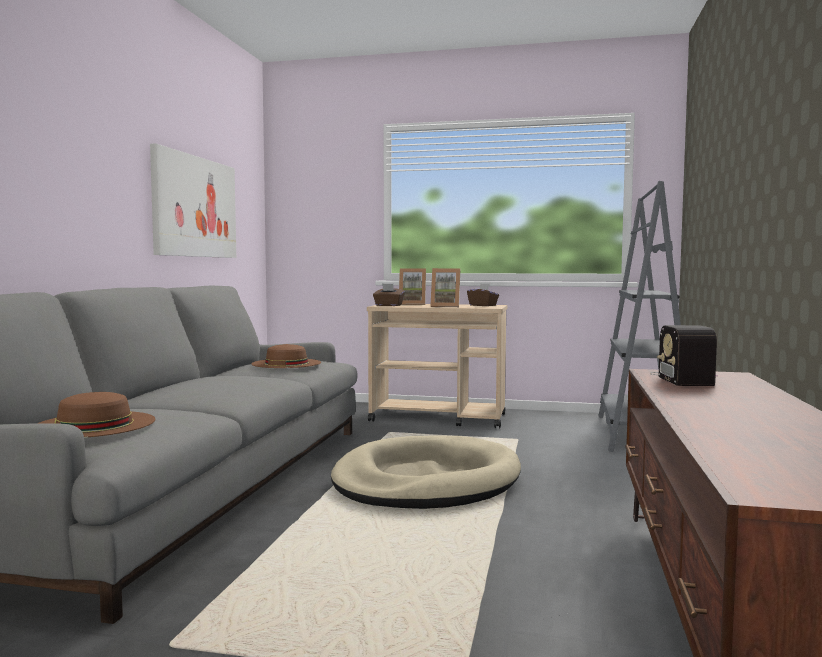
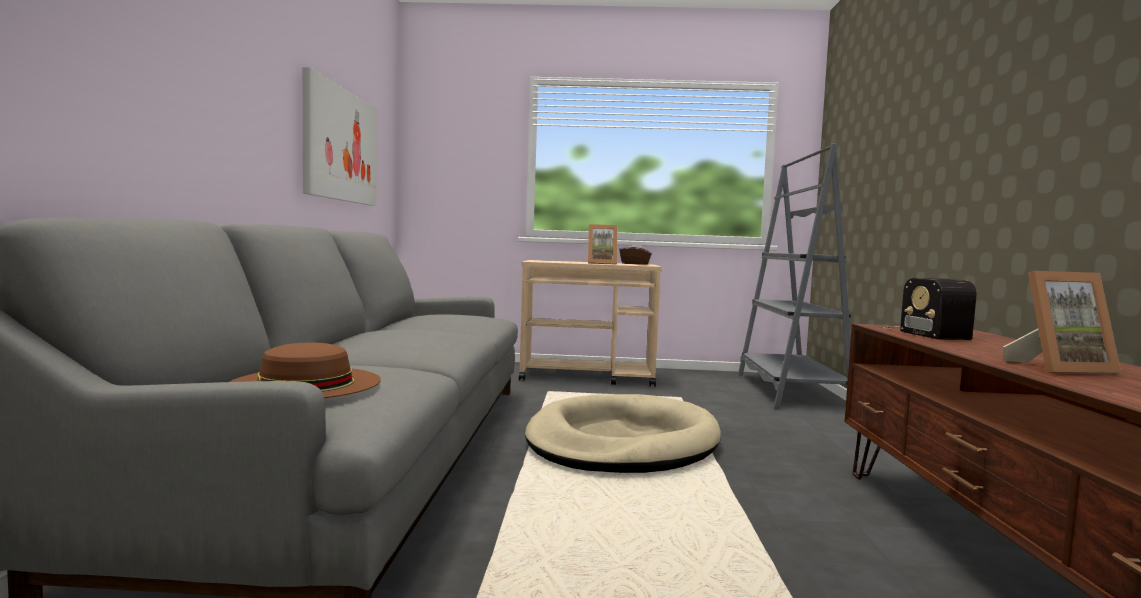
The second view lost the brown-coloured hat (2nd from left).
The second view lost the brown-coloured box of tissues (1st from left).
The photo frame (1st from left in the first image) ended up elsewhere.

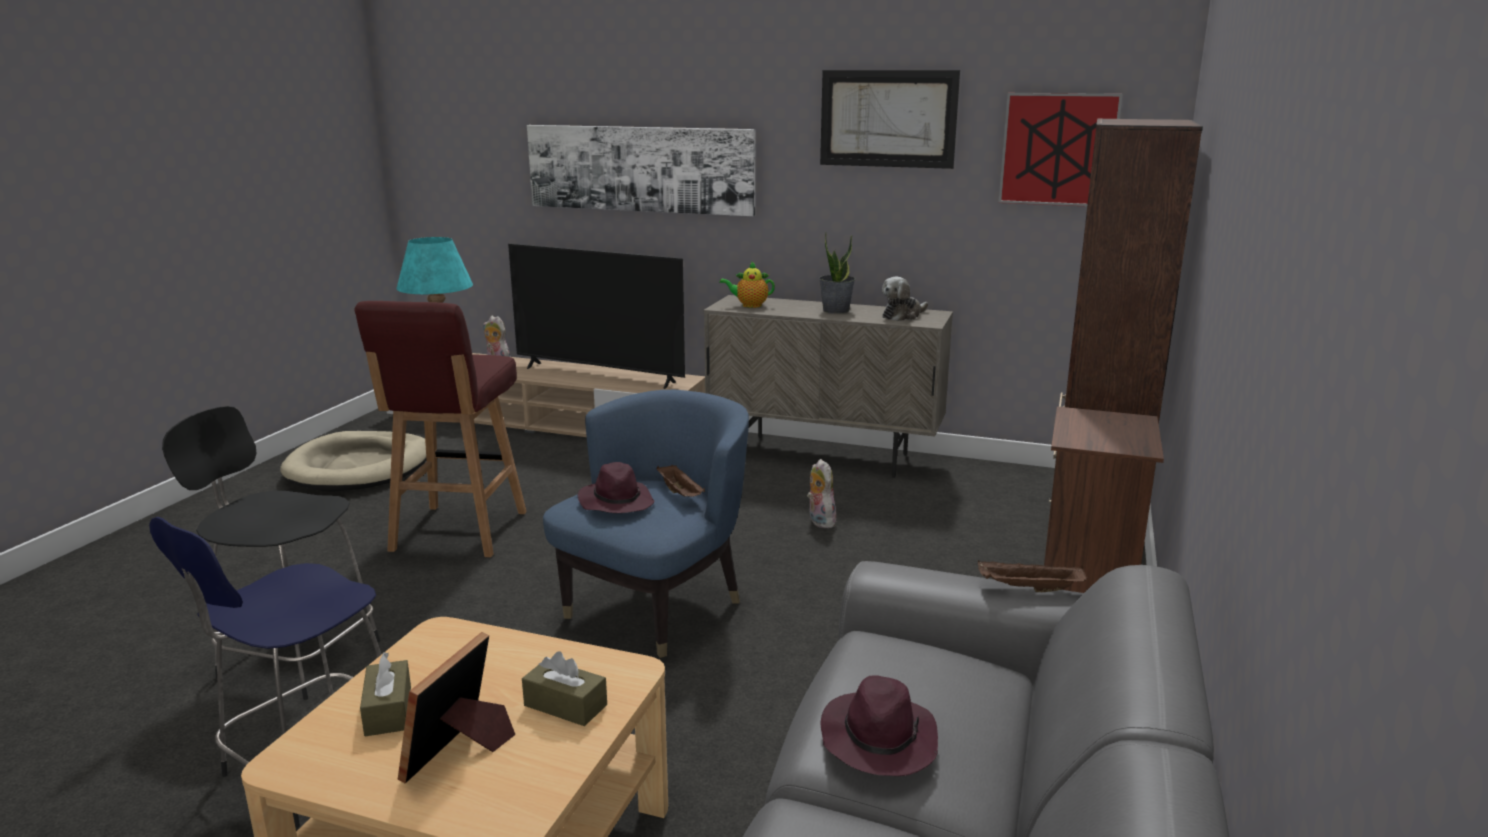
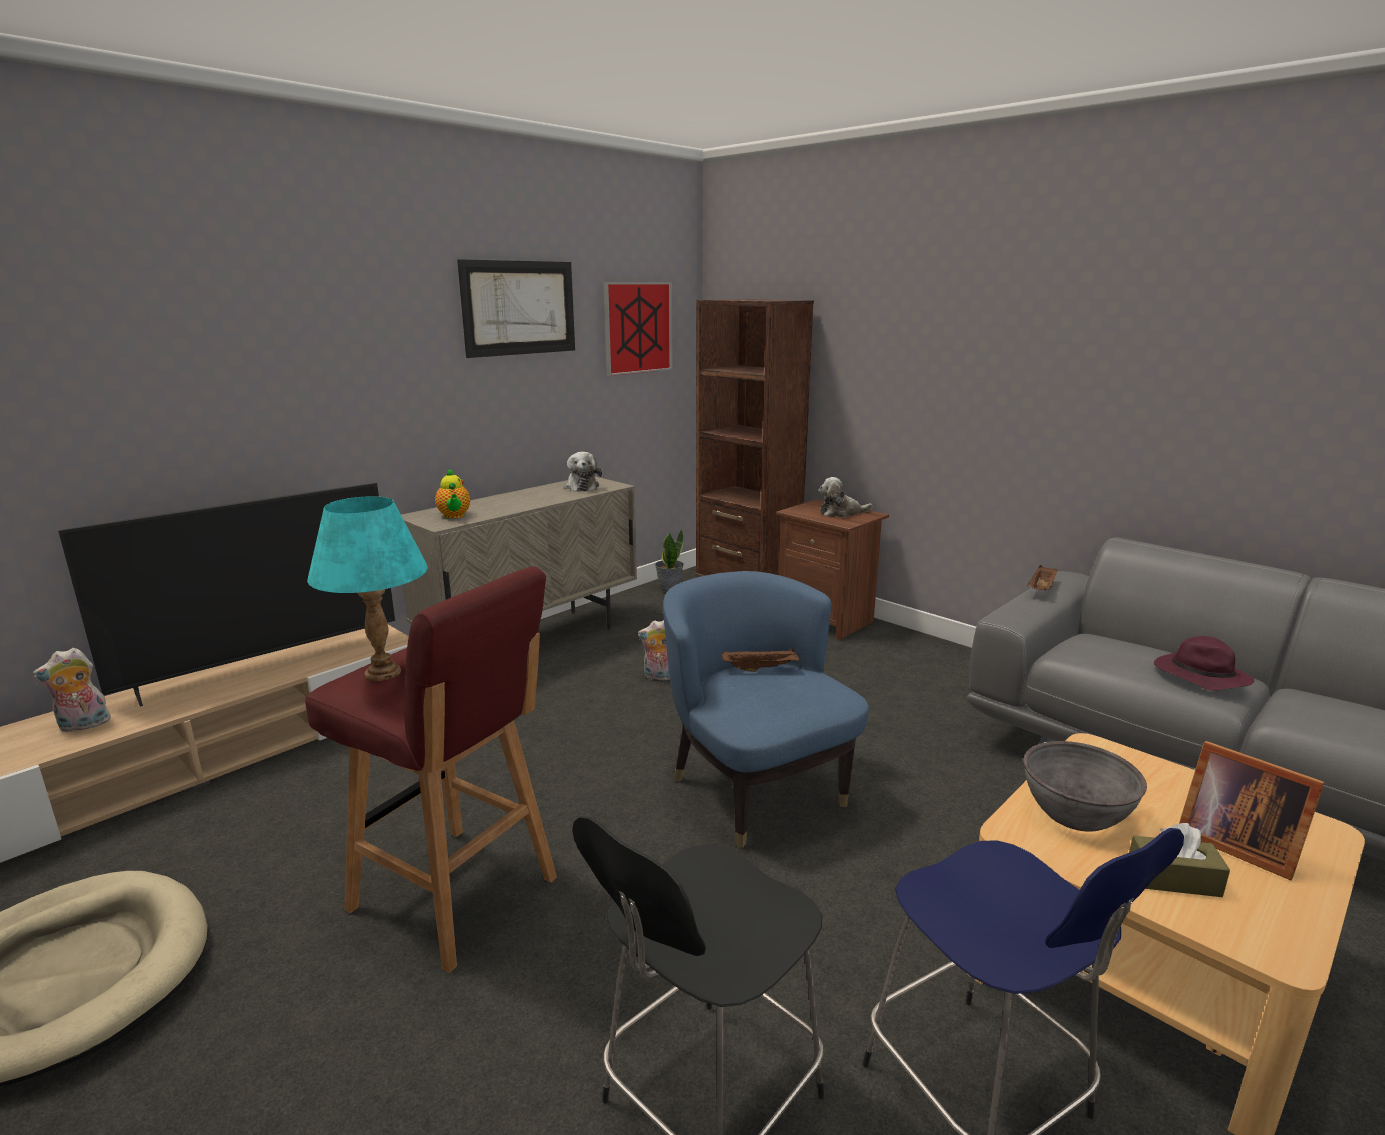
The second view lost the brown-coloured box of tissues (2nd from left).
The second view lost the picture (1st from left).
The second view lost the purplish hat (1st from left).
The second view gained the soft toy (4th from left).
The second view gained the greyish bowl.
The houseplant ended up elsewhere.
The tea pot ended up facing another way, 45 degrees counterclockwise from before.

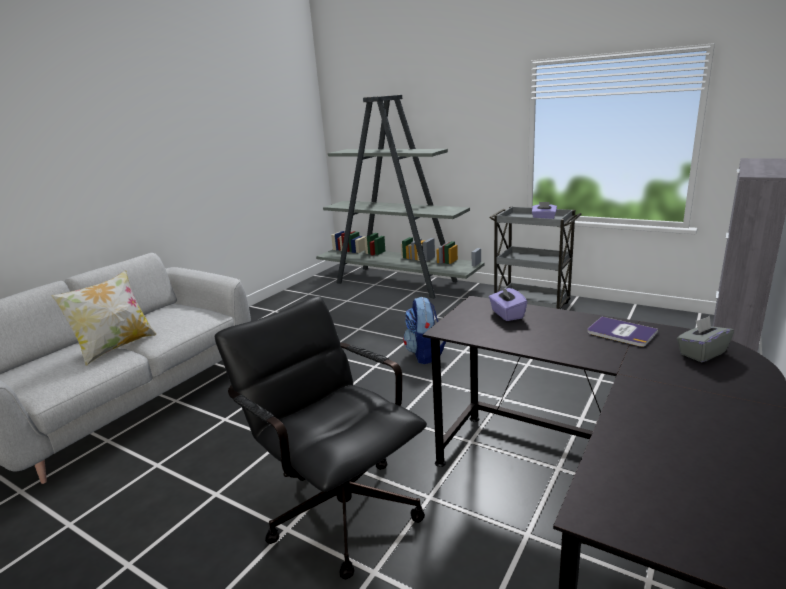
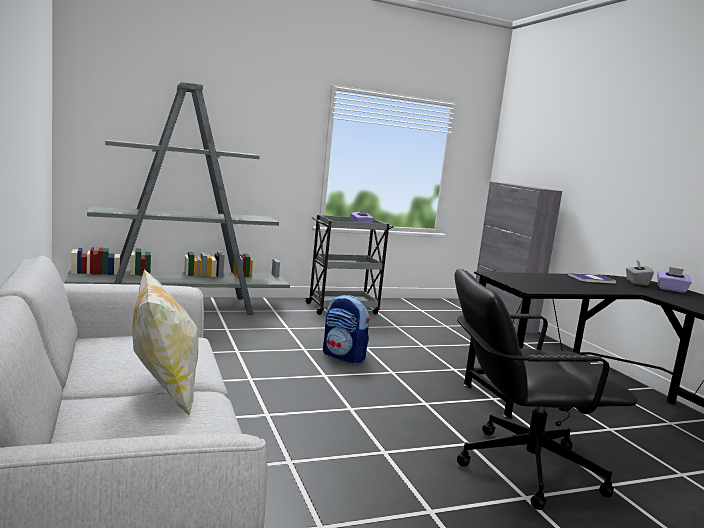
The purplish box of tissues (1st from left in the first image) ended up elsewhere.

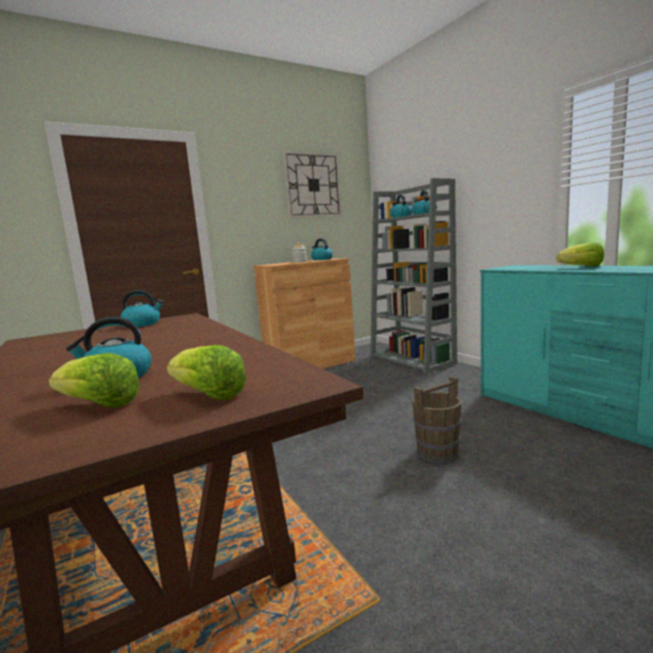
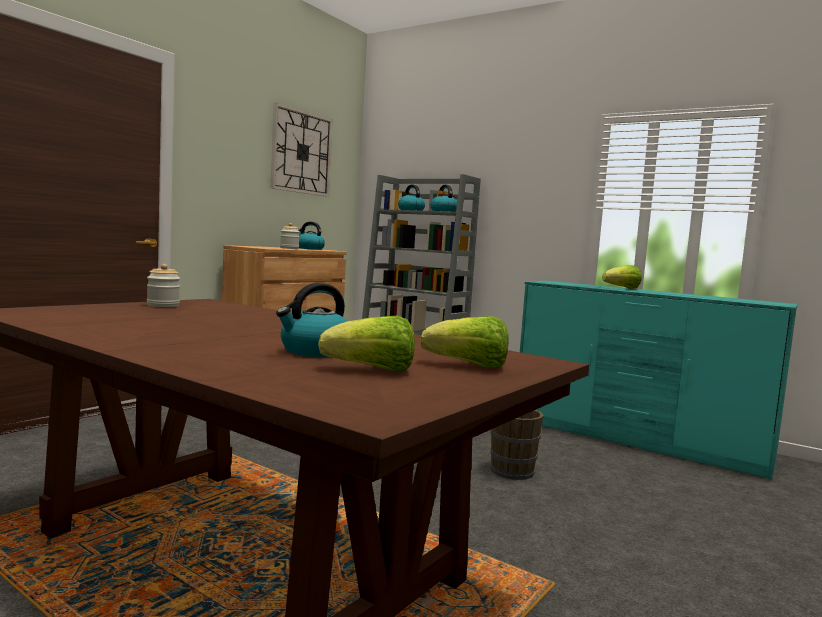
Where the water kettle (2nd from left) stood, the storage jar (1st from left) came to stand.

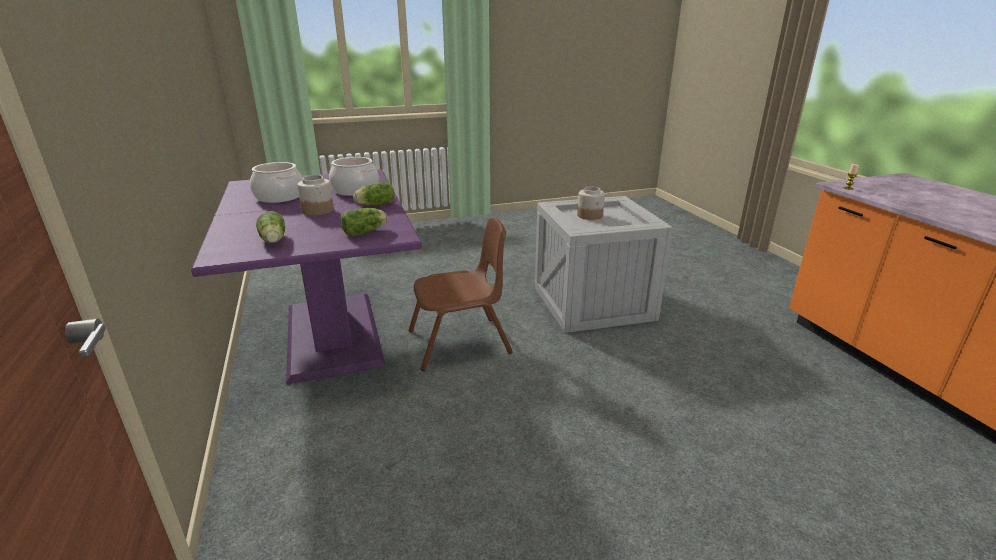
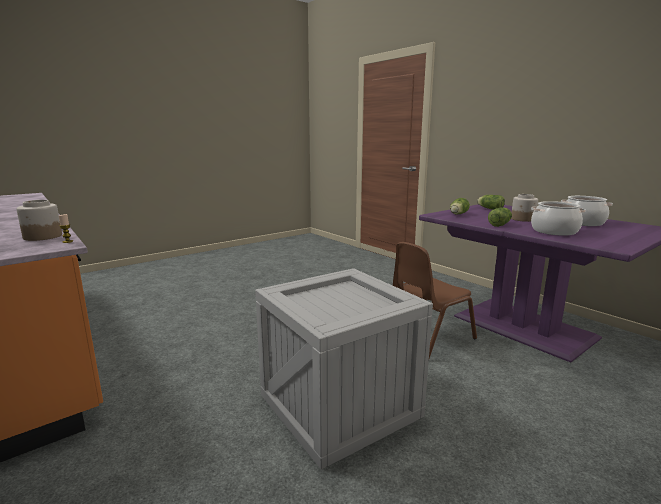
The storage jar (2nd from left in the first image) ended up elsewhere.

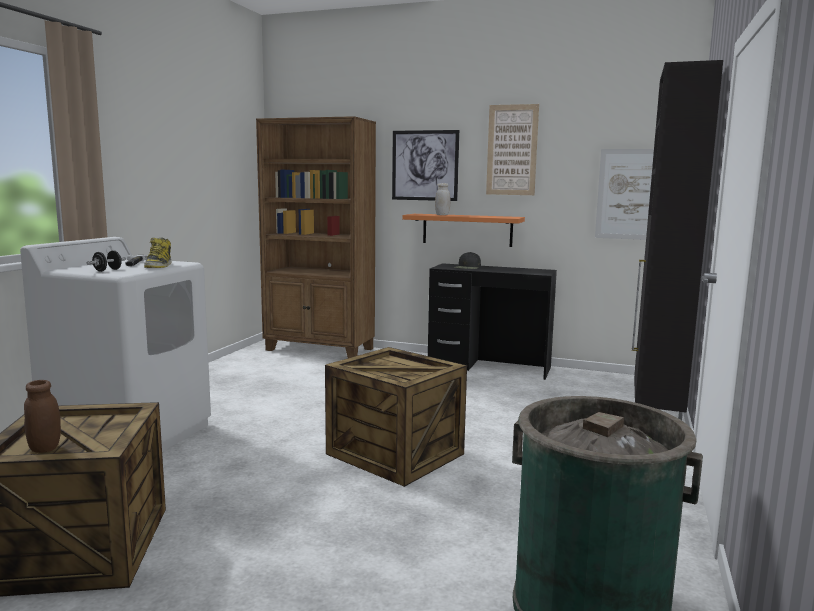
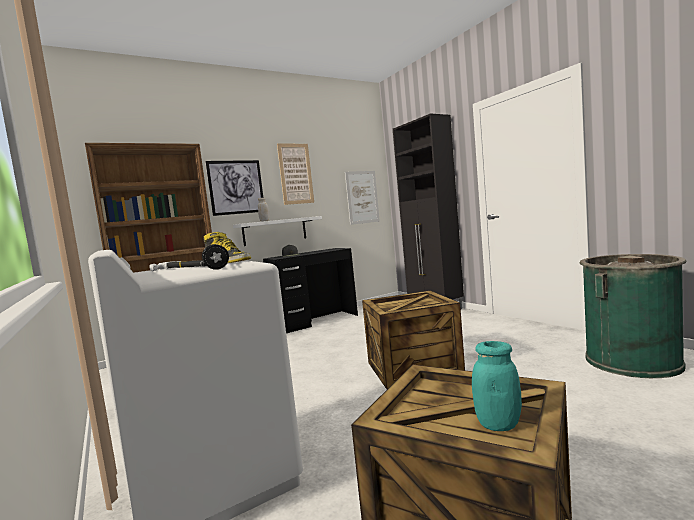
What was the brown-coloured storage jar turned into the blue-green storage jar.
What was the orangey bracket shelf turned into the white bracket shelf.

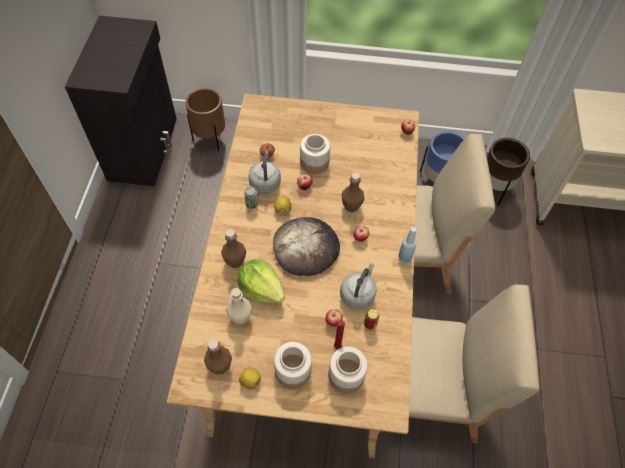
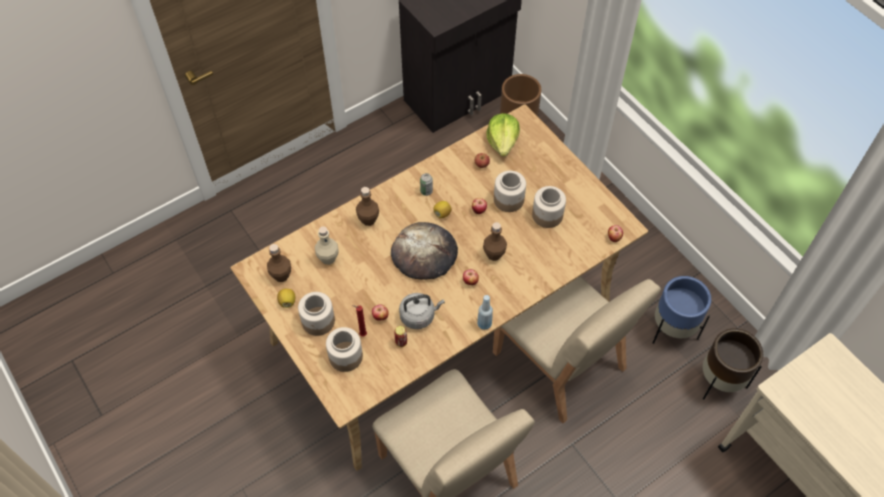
The second view lost the greyish water kettle (1st from left).
The second view gained the storage jar (4th from left).
The lettuce ended up elsewhere.

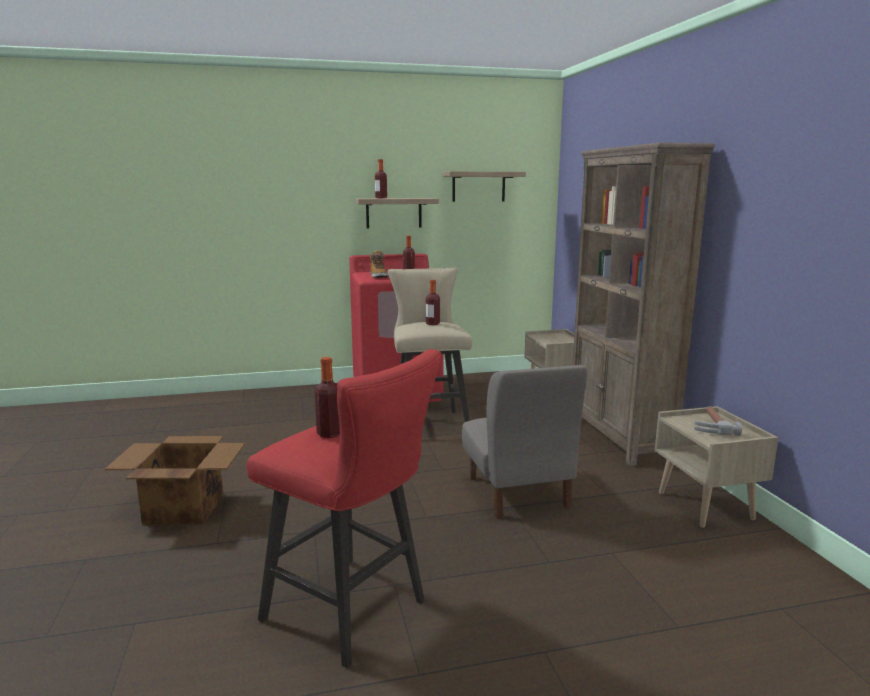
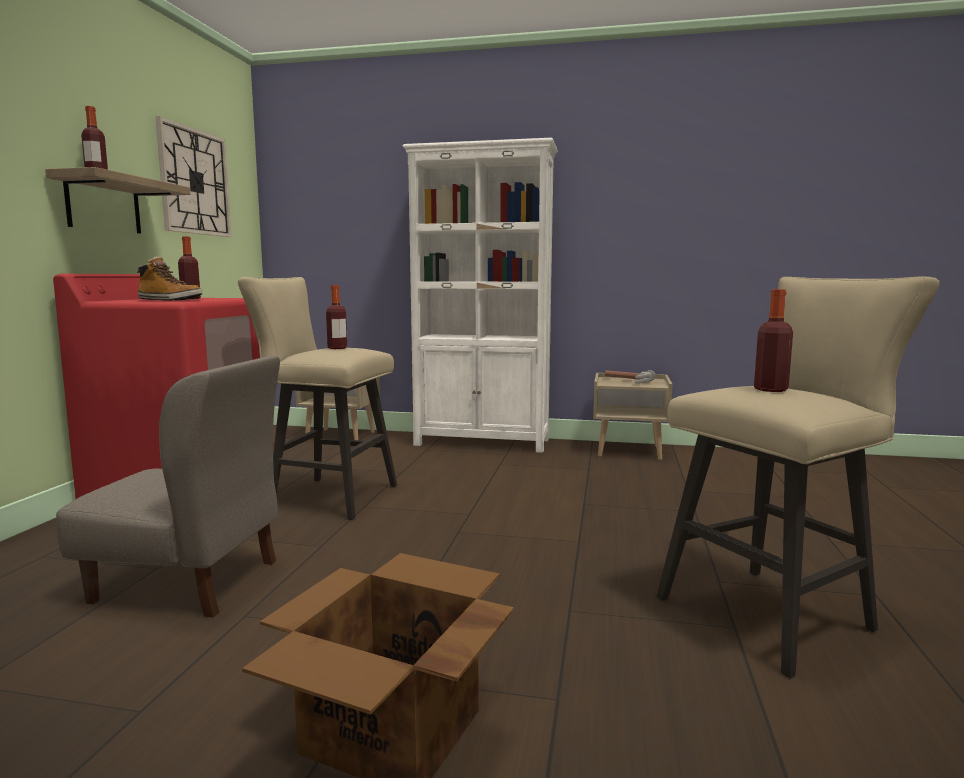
The greyish plain chair ended up elsewhere.
Where the bracket shelf (2nd from left) hung, the wall clock came to hang.
What was the red-coloured stool turned into the sand-coloured stool (2nd from left).
What was the brown-coloured bookcase turned into the white bookcase.

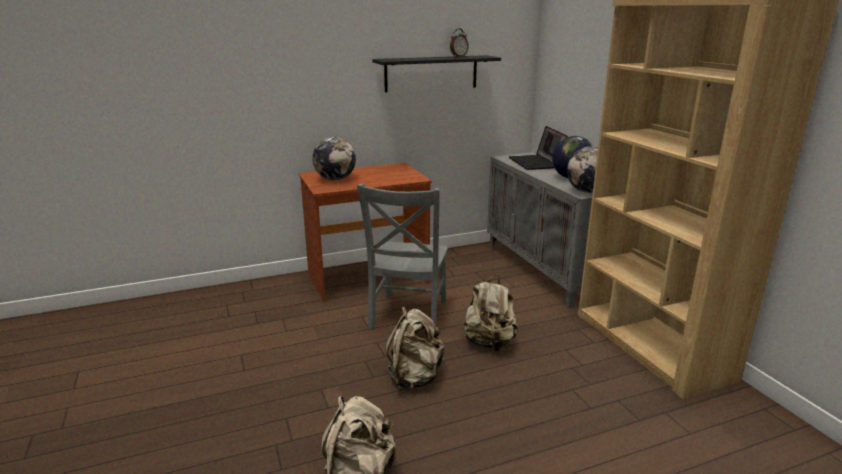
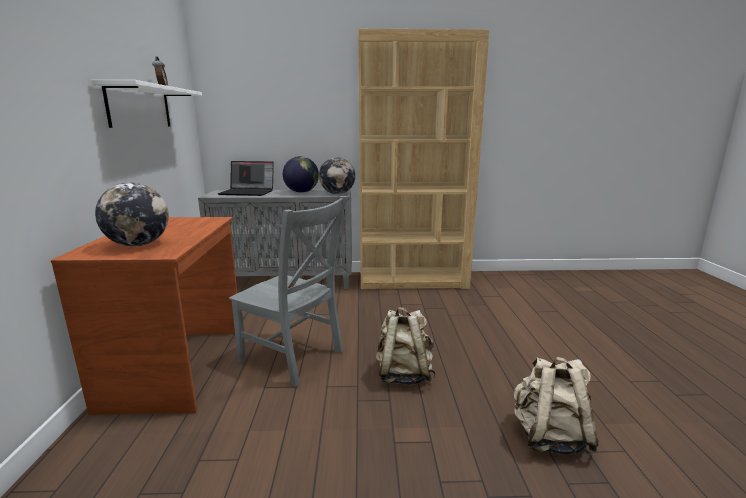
The second view lost the sand-coloured backpack (3rd from left).
What was the blackish bracket shelf turned into the white bracket shelf.

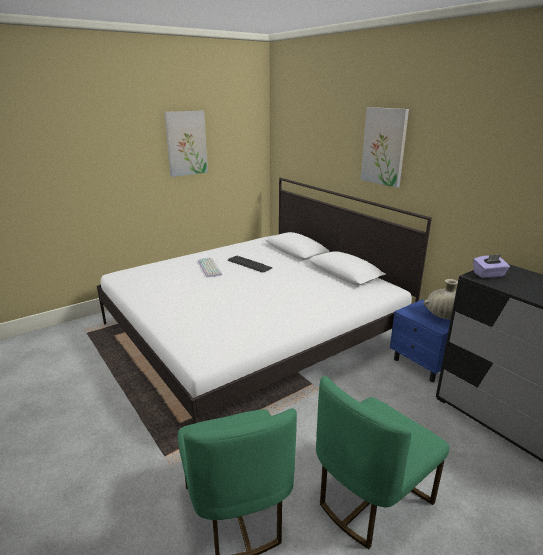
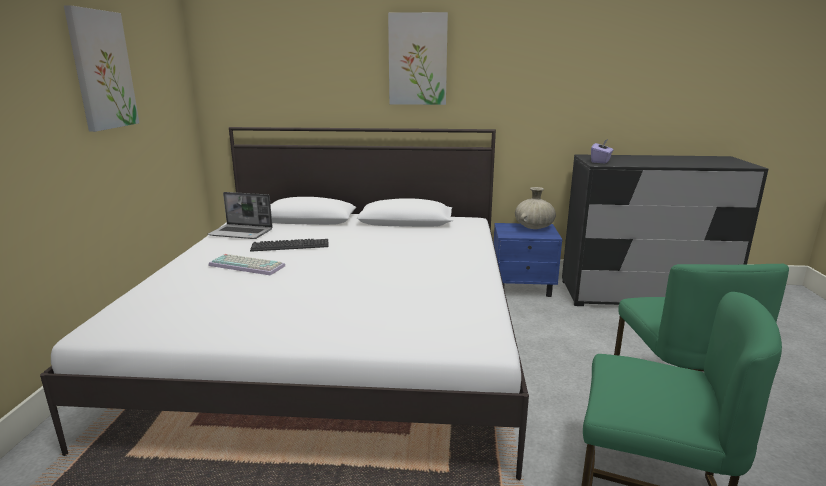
The second view gained the laptop.

